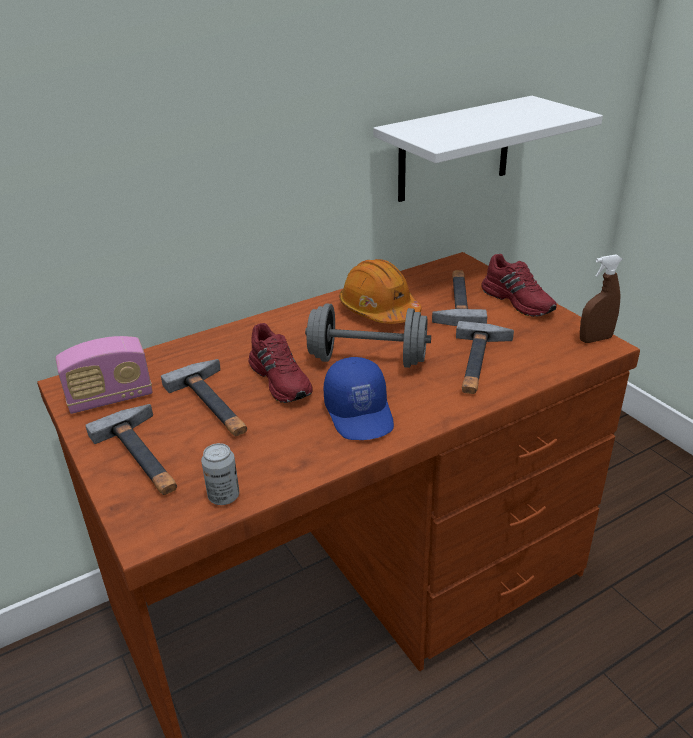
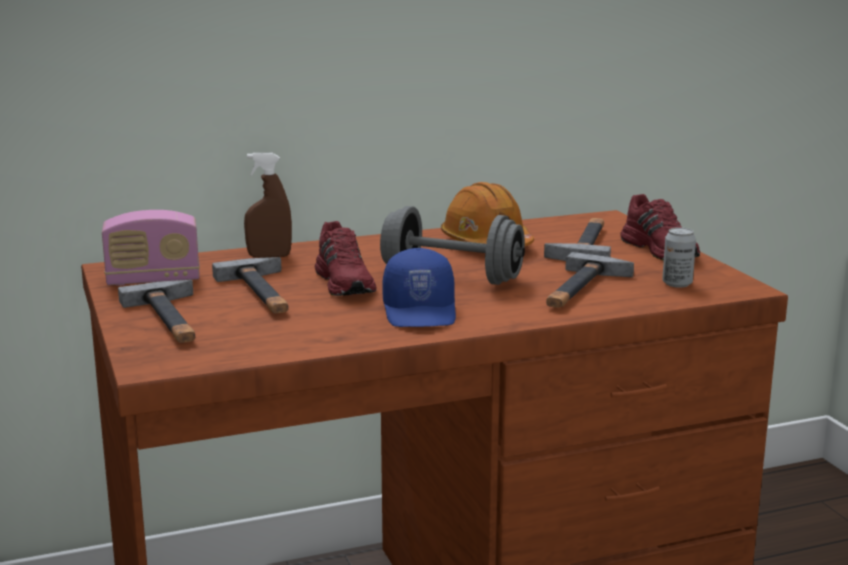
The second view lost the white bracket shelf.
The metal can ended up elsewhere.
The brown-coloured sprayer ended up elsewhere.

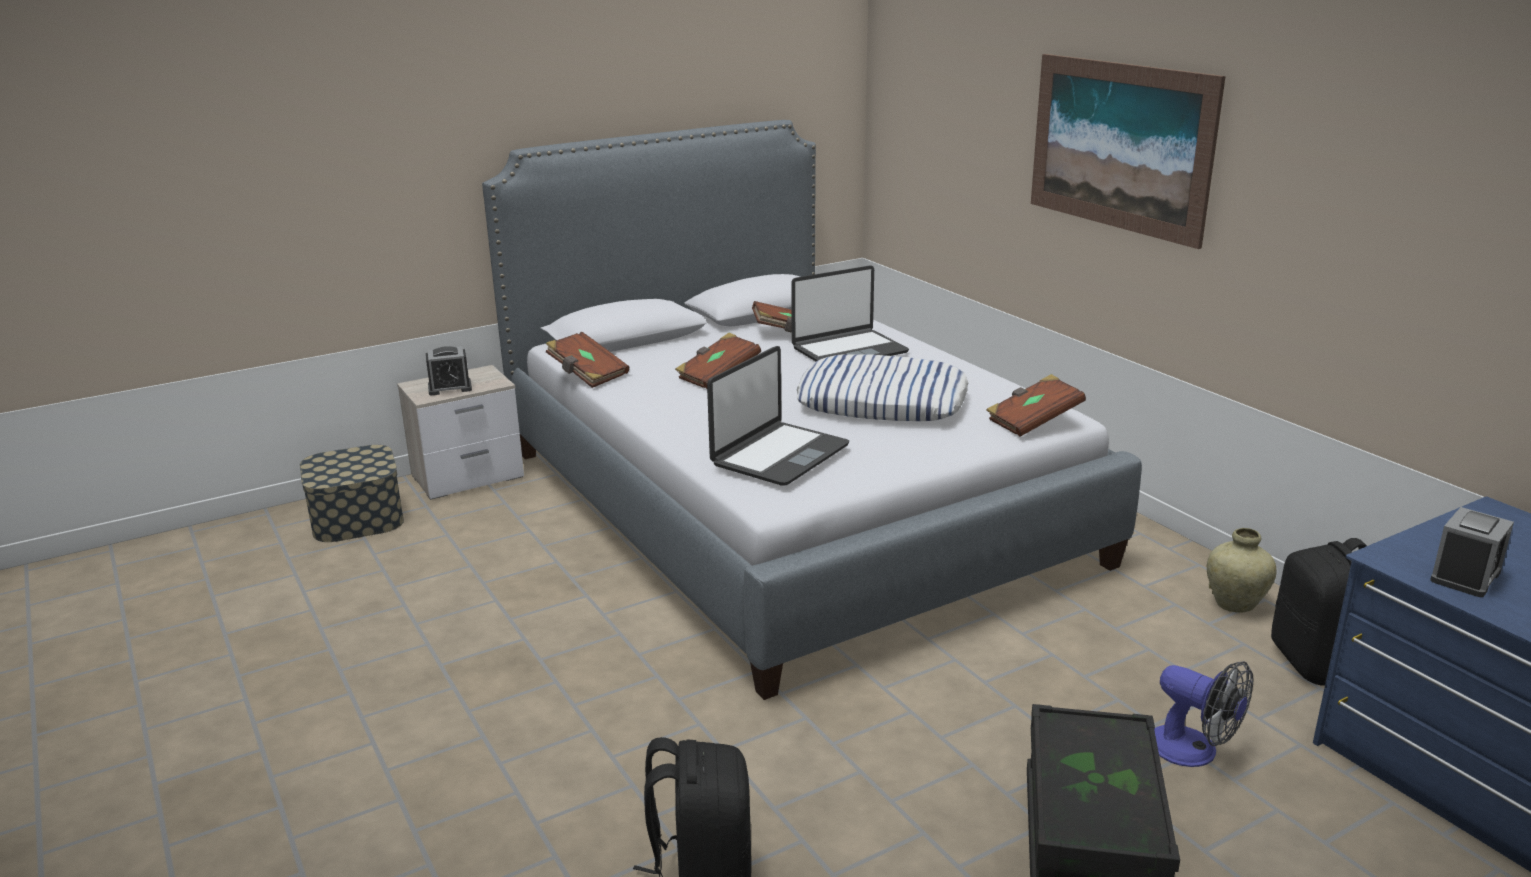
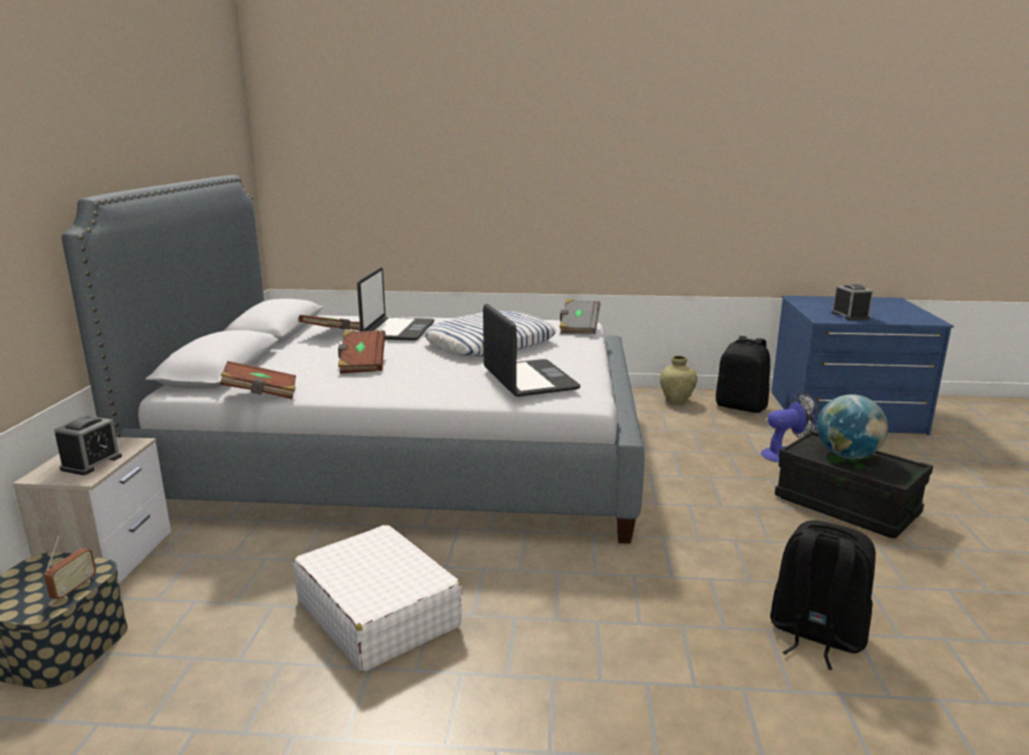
The second view lost the picture.
The second view gained the radio receiver.
The second view gained the white piece of luggage.
The second view gained the world globe.
What was the brown-coloured volume (4th from left) turned into the greyish volume.

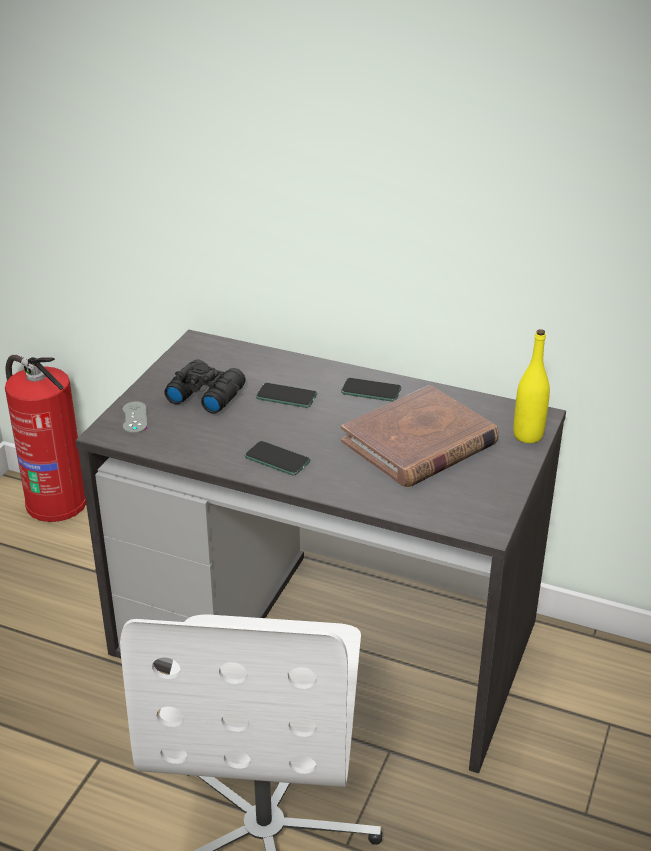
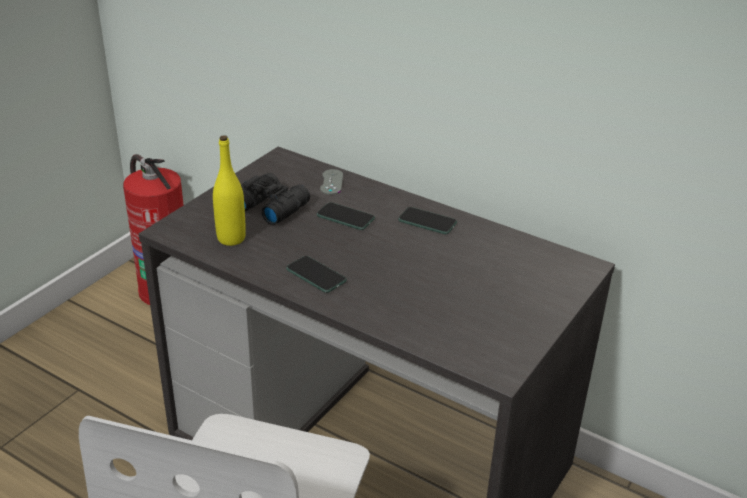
The second view lost the brown-coloured volume.
The greyish joypad ended up elsewhere.
The yellow bottle ended up elsewhere.

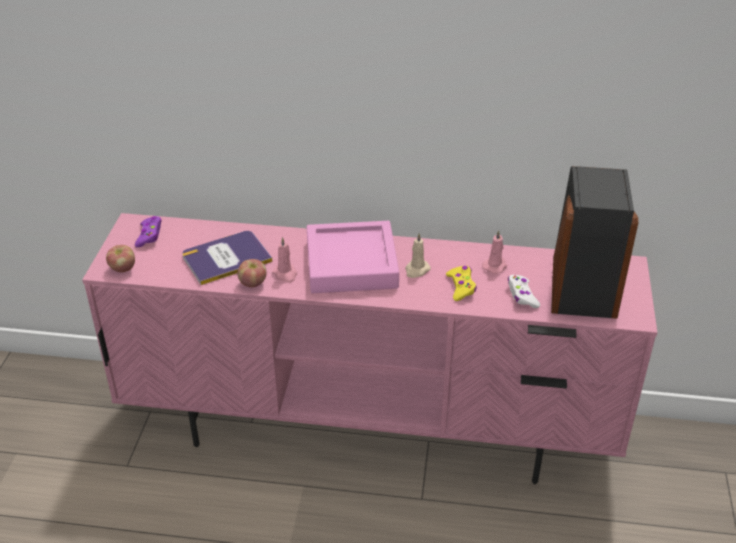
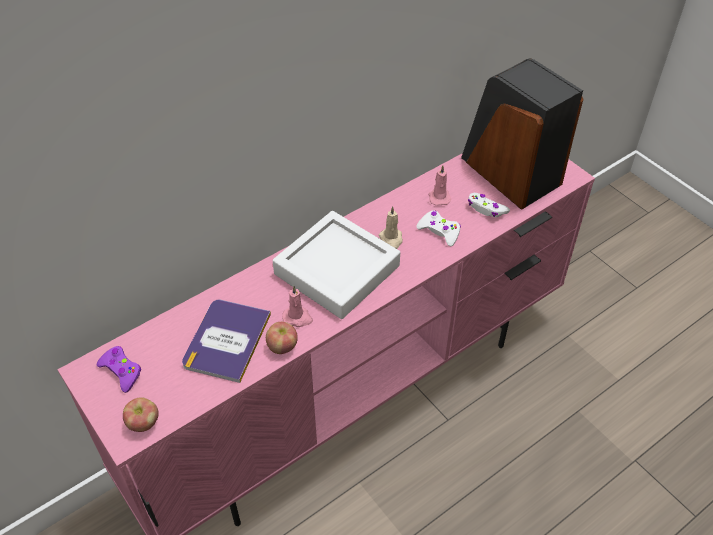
What was the pink serving tray turned into the white serving tray.
What was the yellow joypad turned into the white joypad (1st from left).

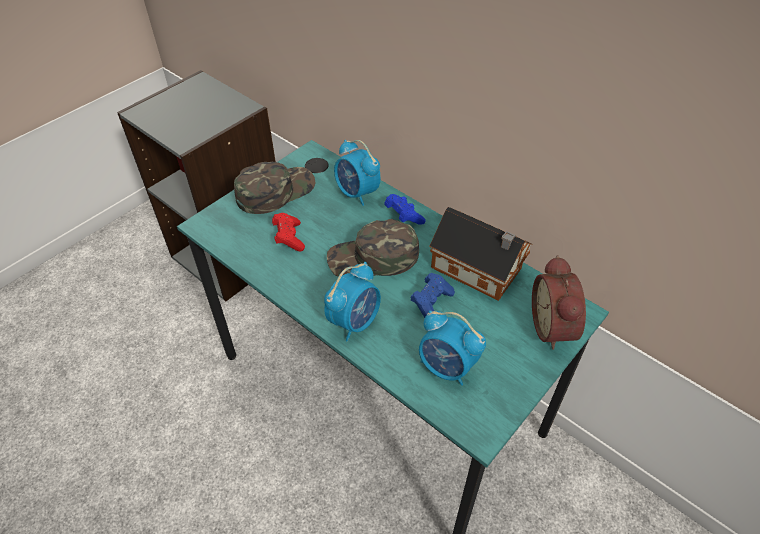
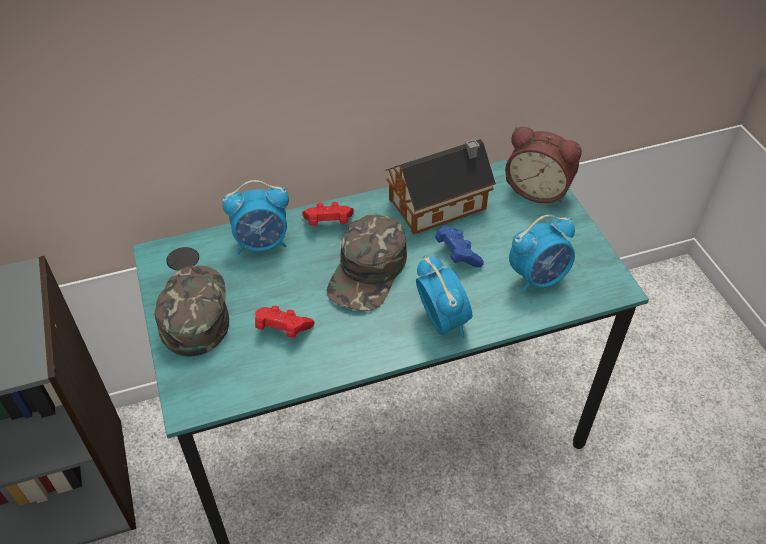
What was the blue joypad (1st from left) turned into the red-coloured joypad (2nd from left).

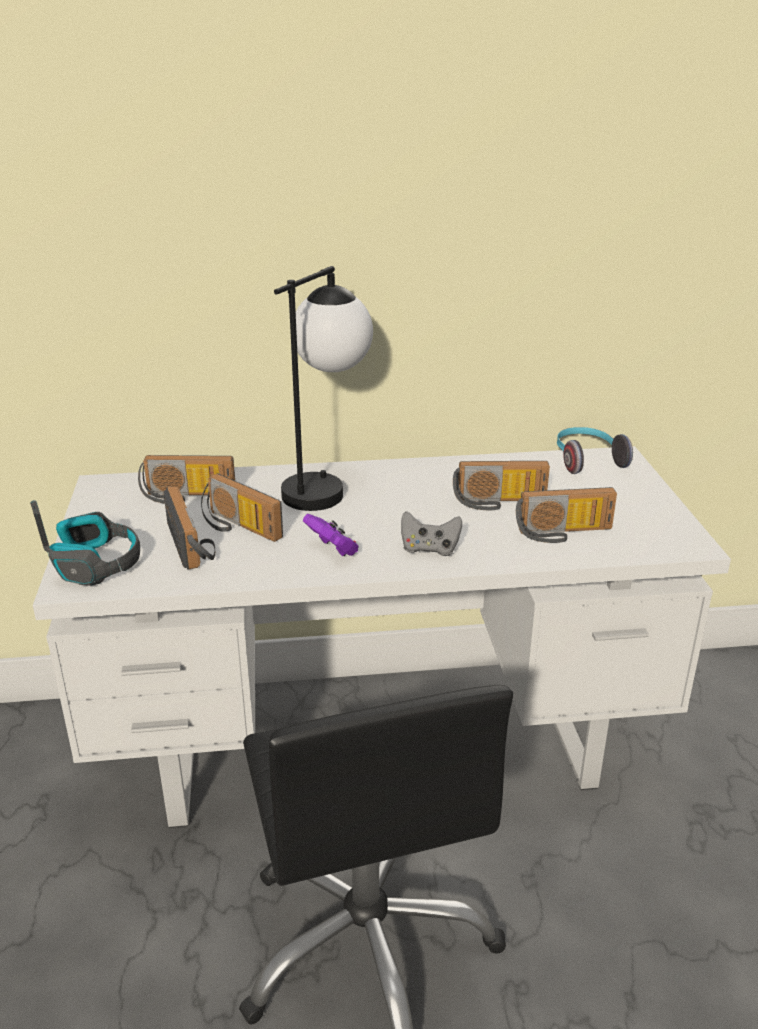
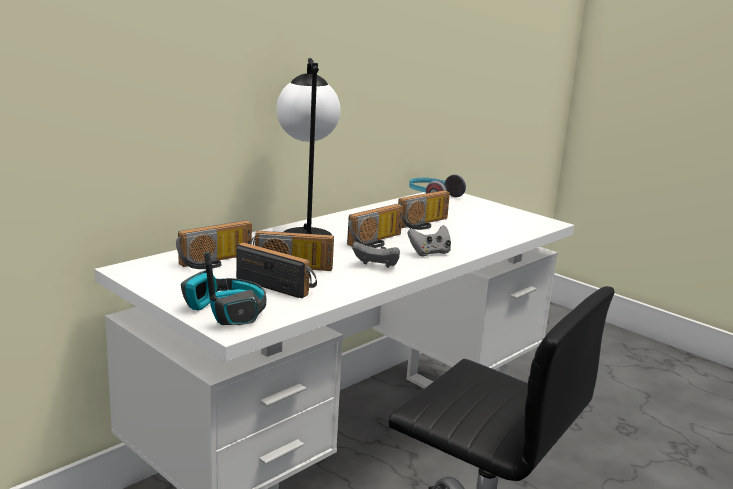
The radio receiver (5th from left in the first image) ended up elsewhere.
What was the purplish joypad turned into the greyish joypad (1st from left).

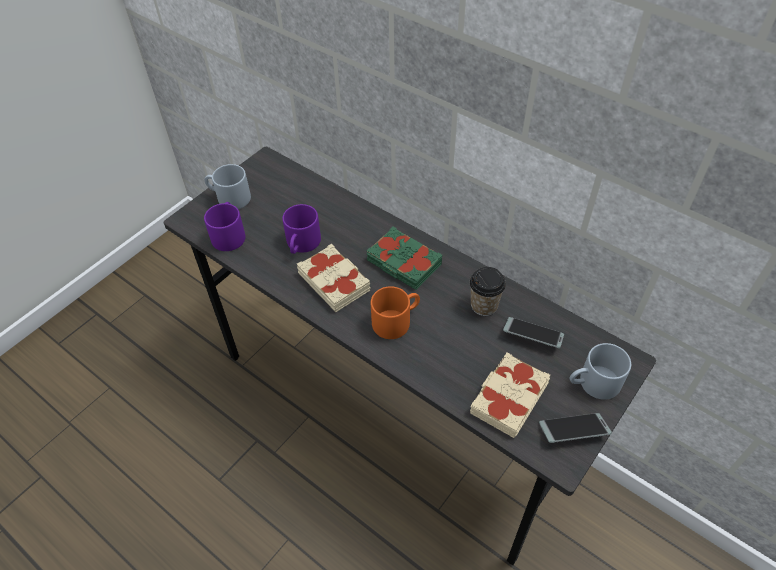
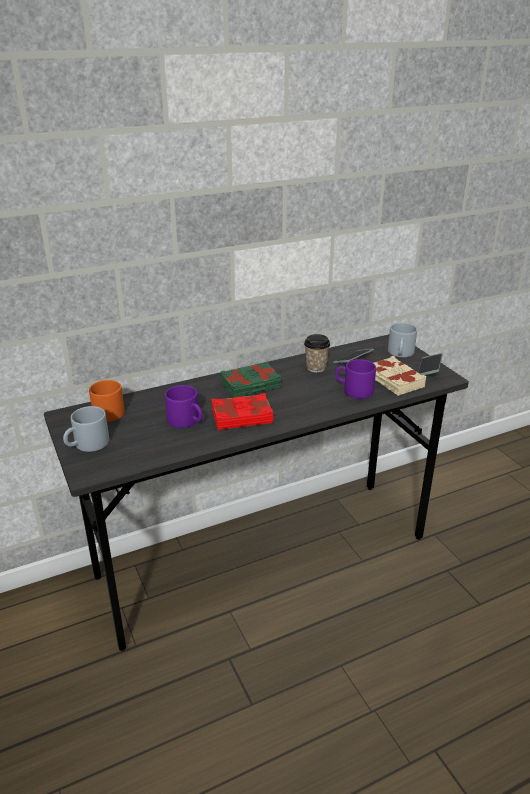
The purplish coffee mug (1st from left in the first image) ended up elsewhere.
The orangey coffee mug ended up elsewhere.
What was the sand-coloured volume (1st from left) turned into the red-coloured volume.

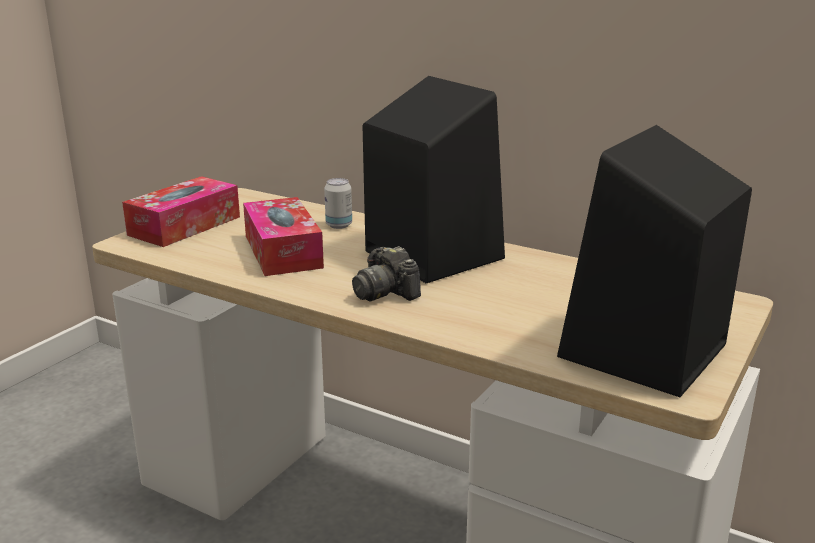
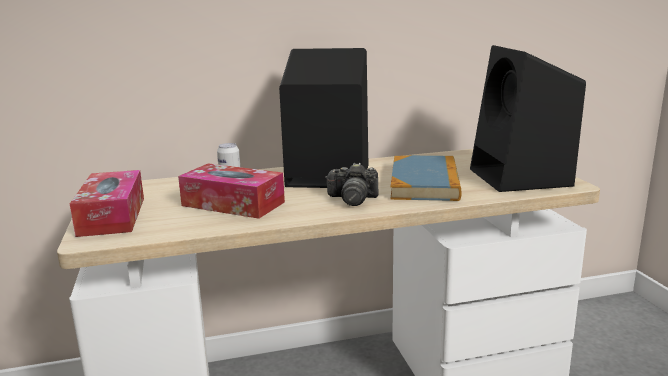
The second view gained the volume.

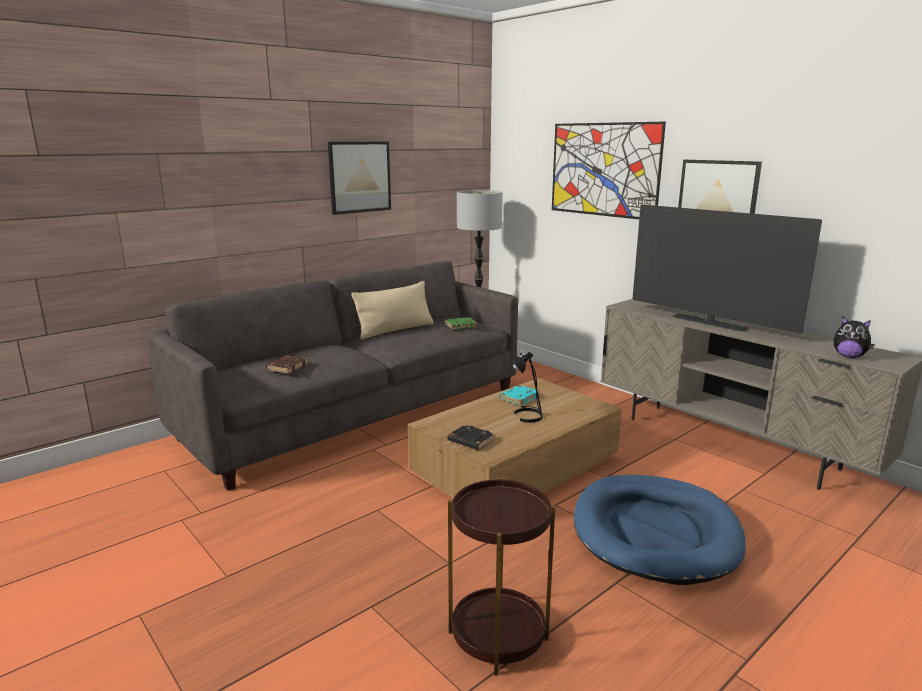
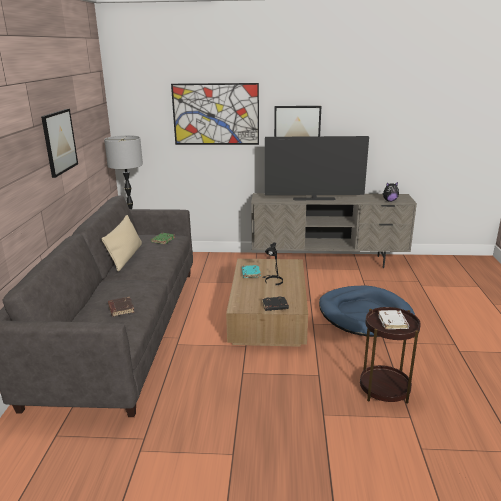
The second view gained the white volume.

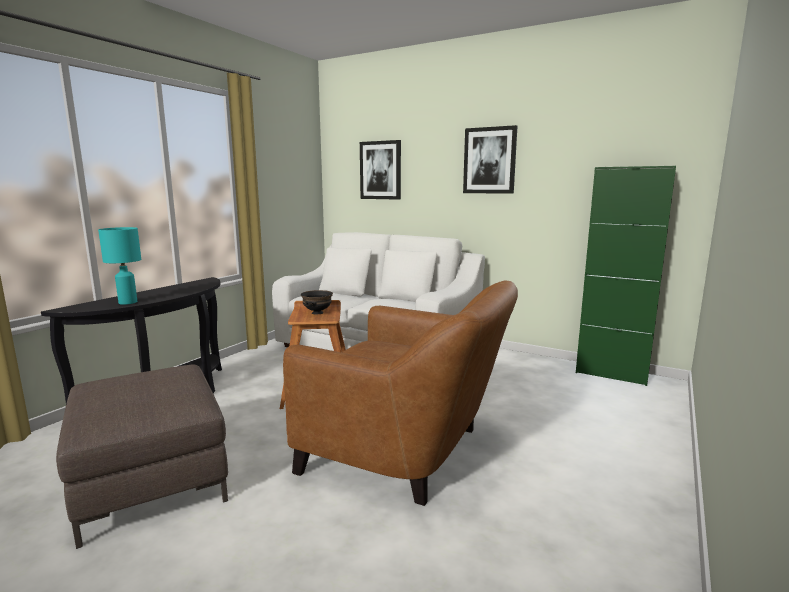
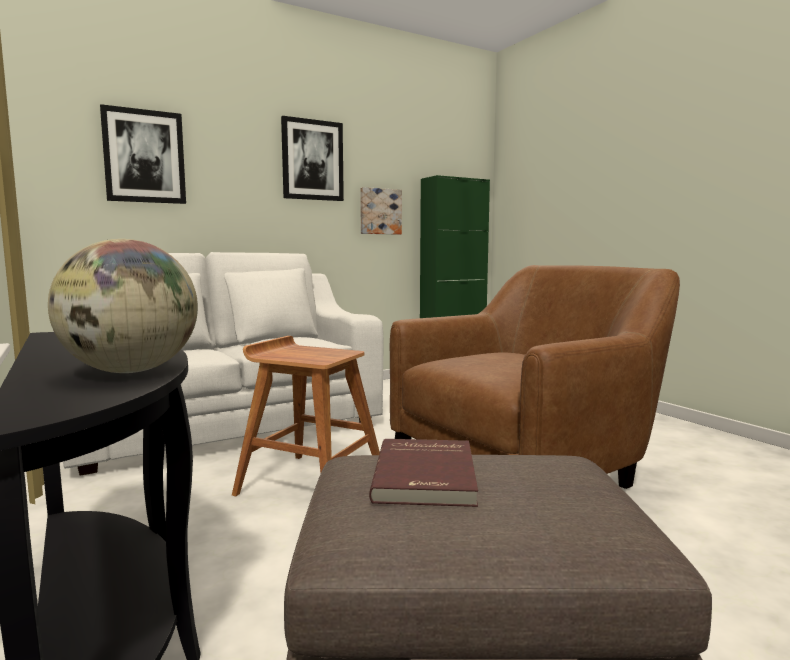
The second view lost the blackish bowl.
The second view gained the picture (3rd from left).
The second view gained the red-coloured volume.
Where the blue-green lamp for a table stood, the world globe came to stand.

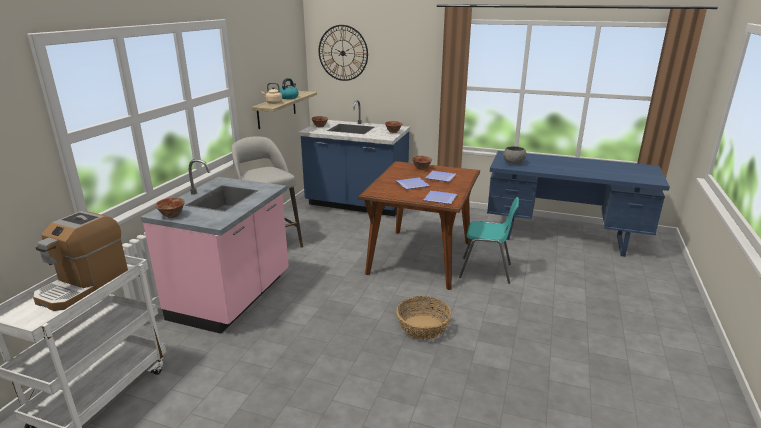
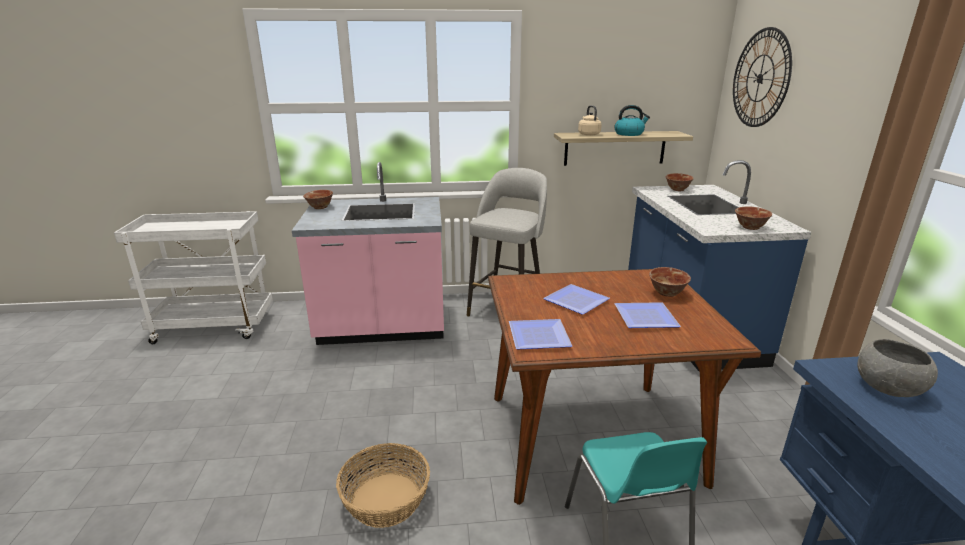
The second view lost the coffee maker.

